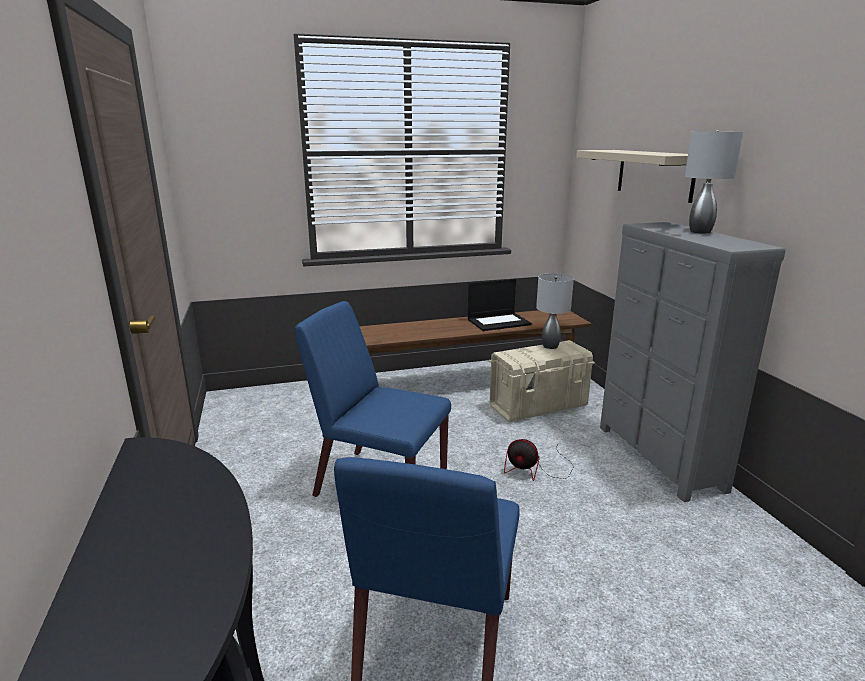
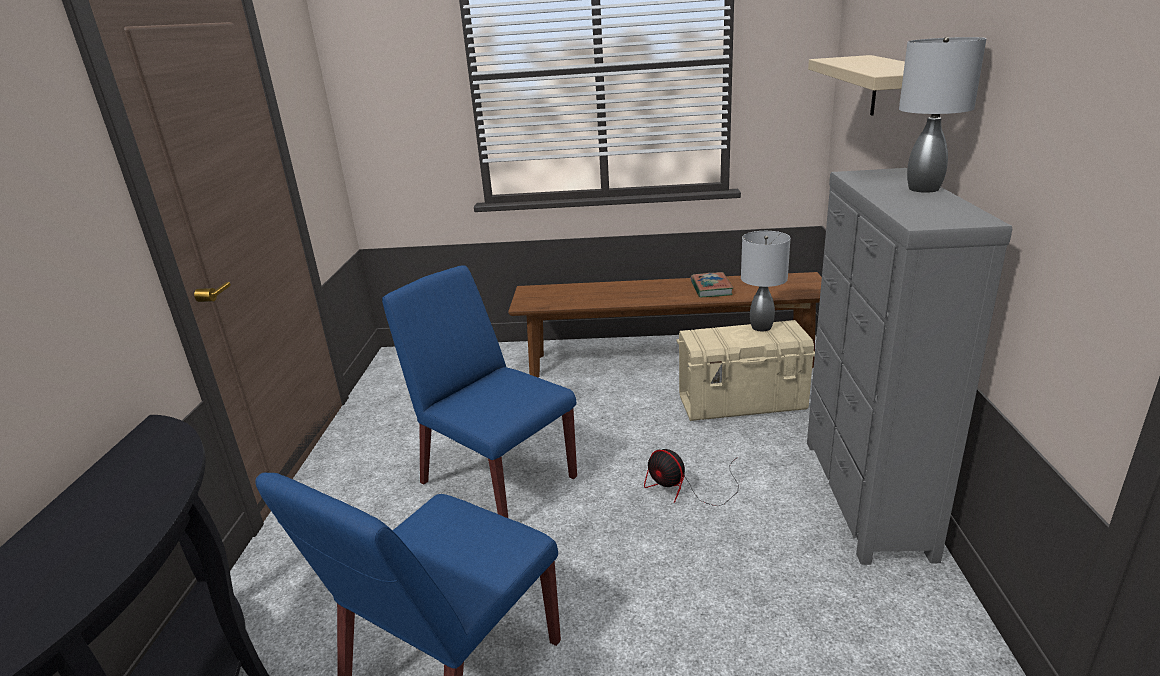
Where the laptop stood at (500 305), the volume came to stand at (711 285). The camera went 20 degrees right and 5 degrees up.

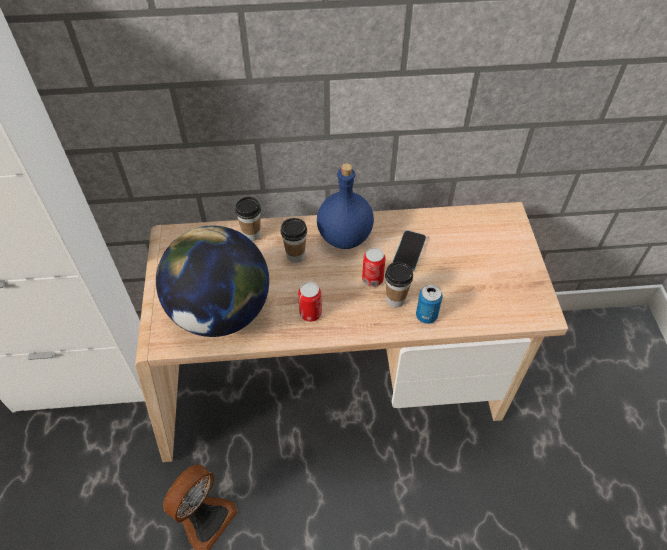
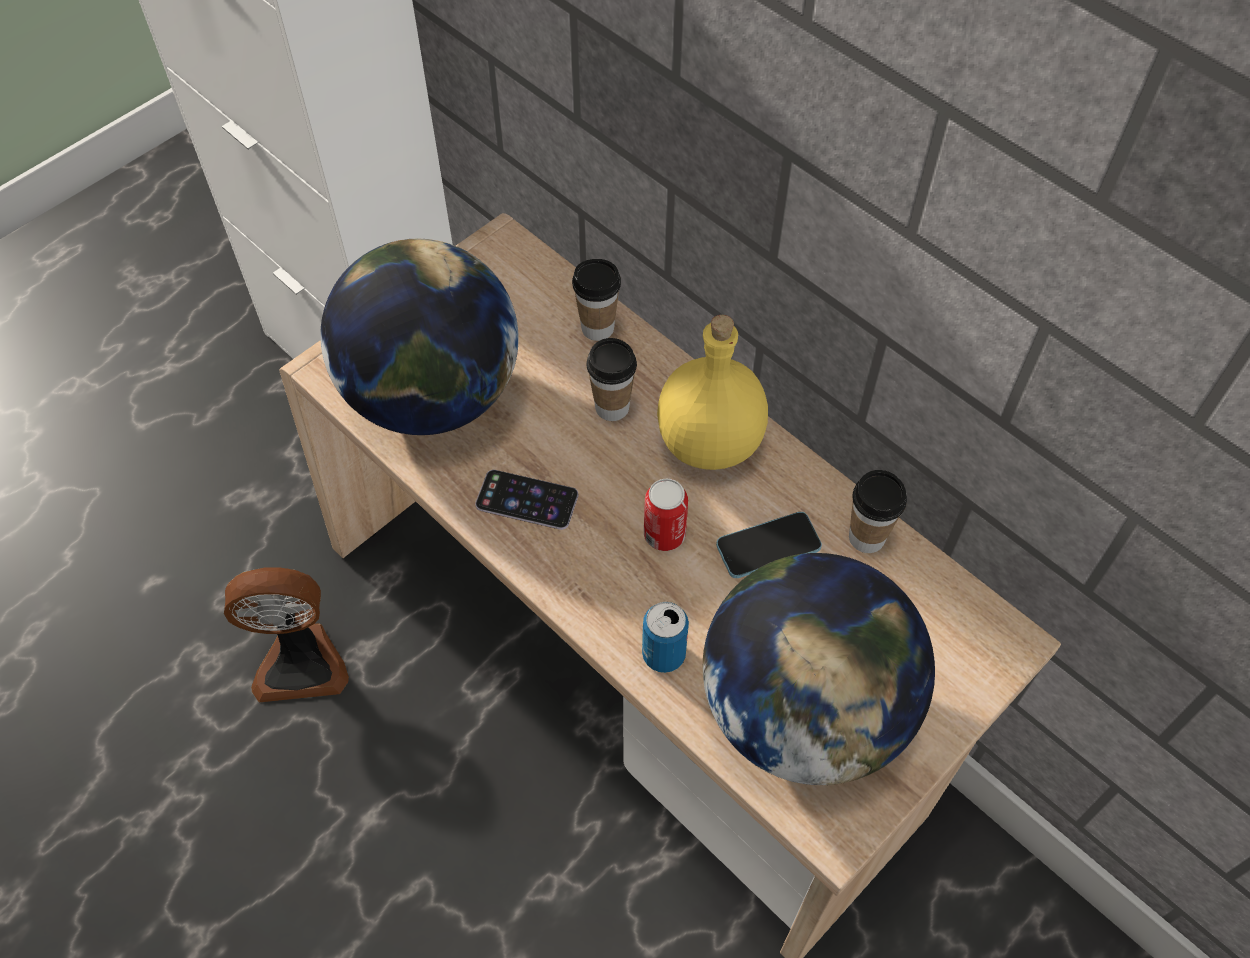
What was the blue_beverage_bottle at (345 206) turned into the yellowish_beverage_bottle at (712 392). The cup ended up elsewhere, having gone from (399 284) to (878 511). Where the can stood at (310 302), the telephone came to stand at (526 500). The second view gained the globe at (819 669). The camera went 50 degrees right and 5 degrees up.

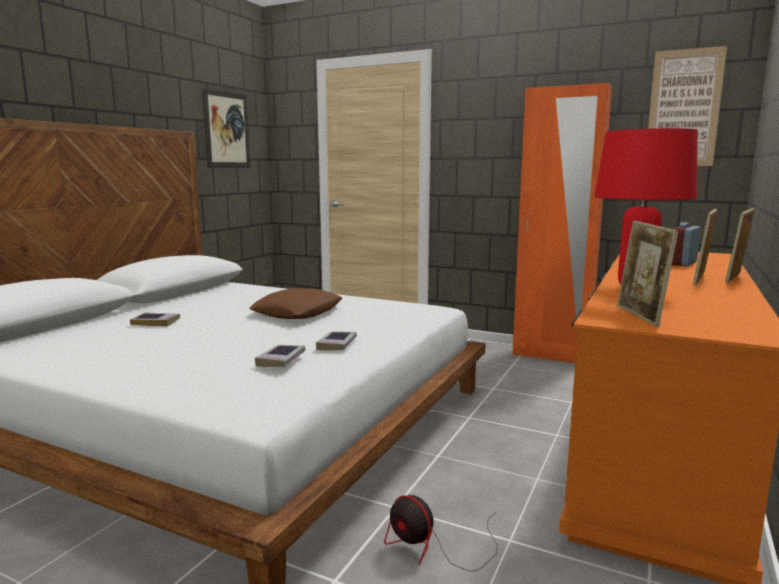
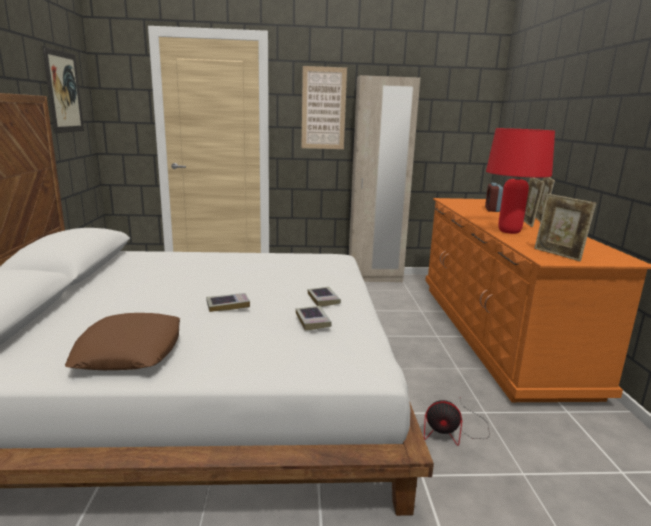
The picture ended up elsewhere, having gone from (687 106) to (324 107). What was the orange-coloured_armoire at (562 223) turned into the beige-coloured_armoire at (384 178). The brownish_throw_pillow ended up elsewhere, having gone from (295 303) to (122 341). The volume ended up elsewhere, having gone from (155 319) to (228 302). The camera went 30 degrees left and 5 degrees up.

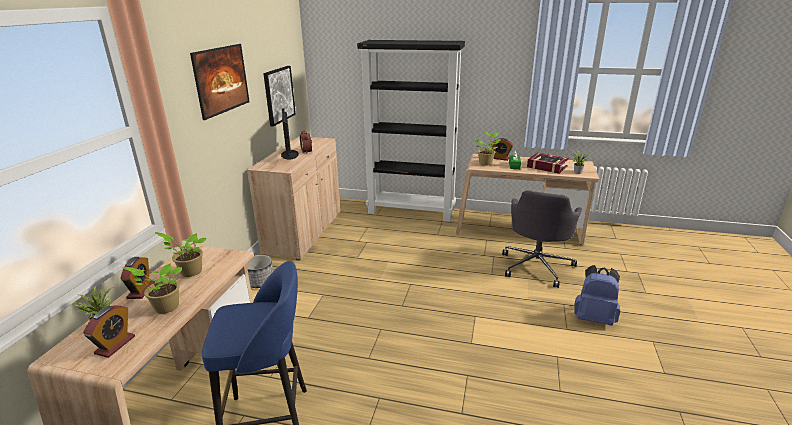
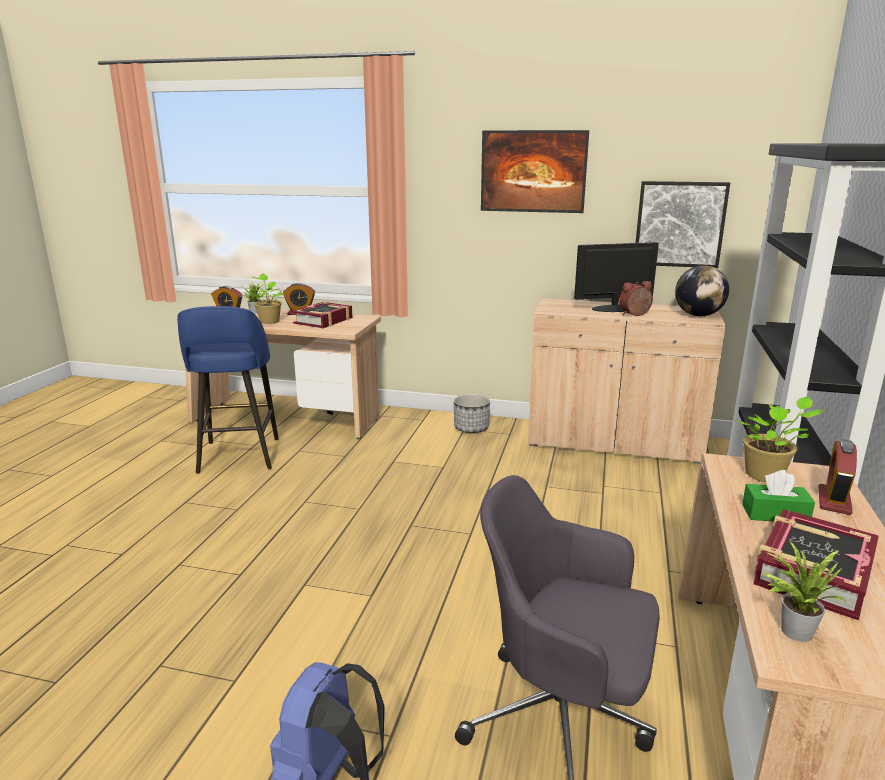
Where the plant_in_a_pot stood at (180 254), the volume came to stand at (322 315). The second view gained the globe at (702 290). The camera went 90 degrees right and 5 degrees down.

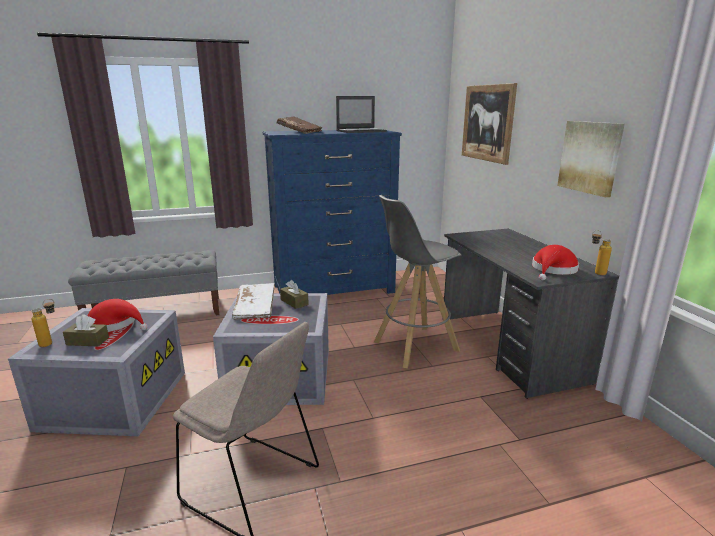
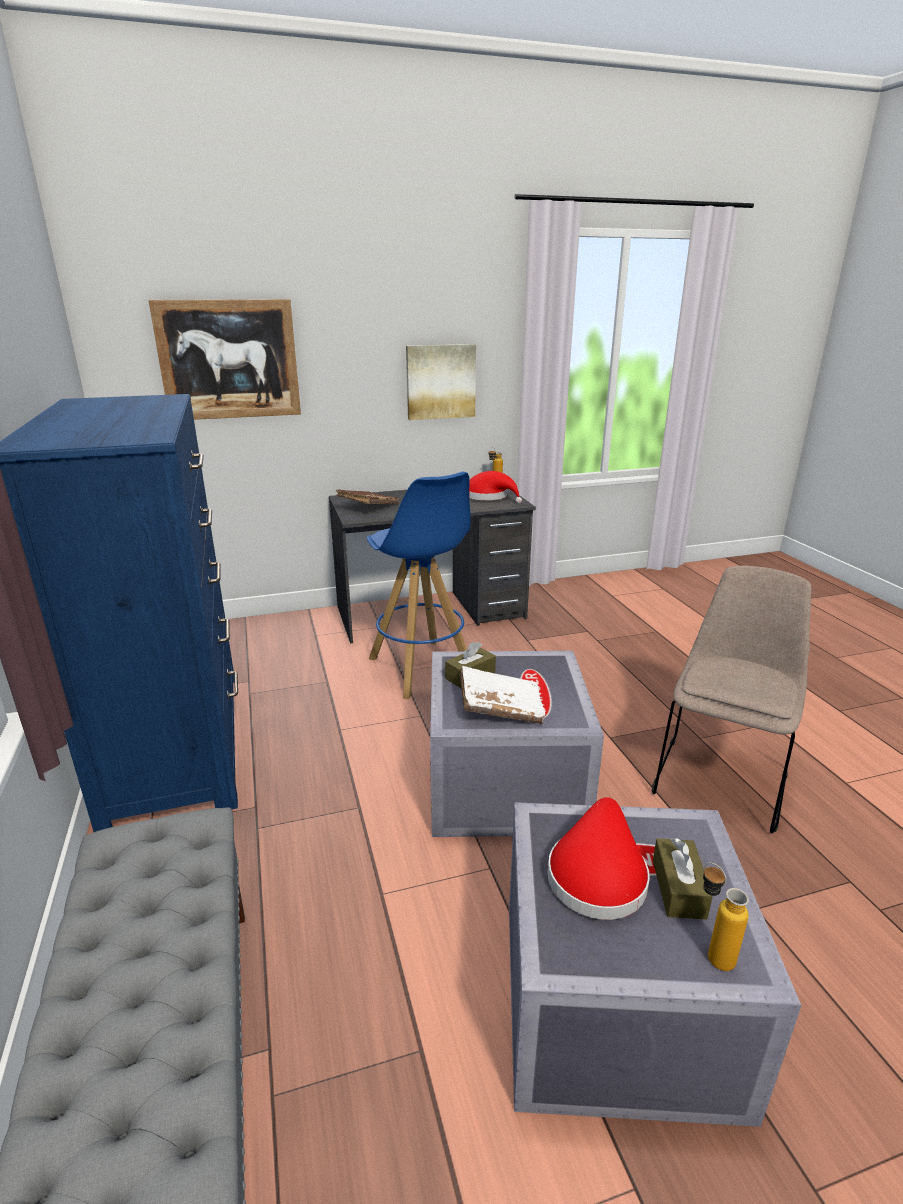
The second view lost the laptop at (361 114). The brownish_volume ended up elsewhere, having gone from (299 125) to (367 496). What was the greyish_stool_seat at (417 281) turned into the blue_stool_seat at (418 586). The camera went 90 degrees left and 5 degrees up.

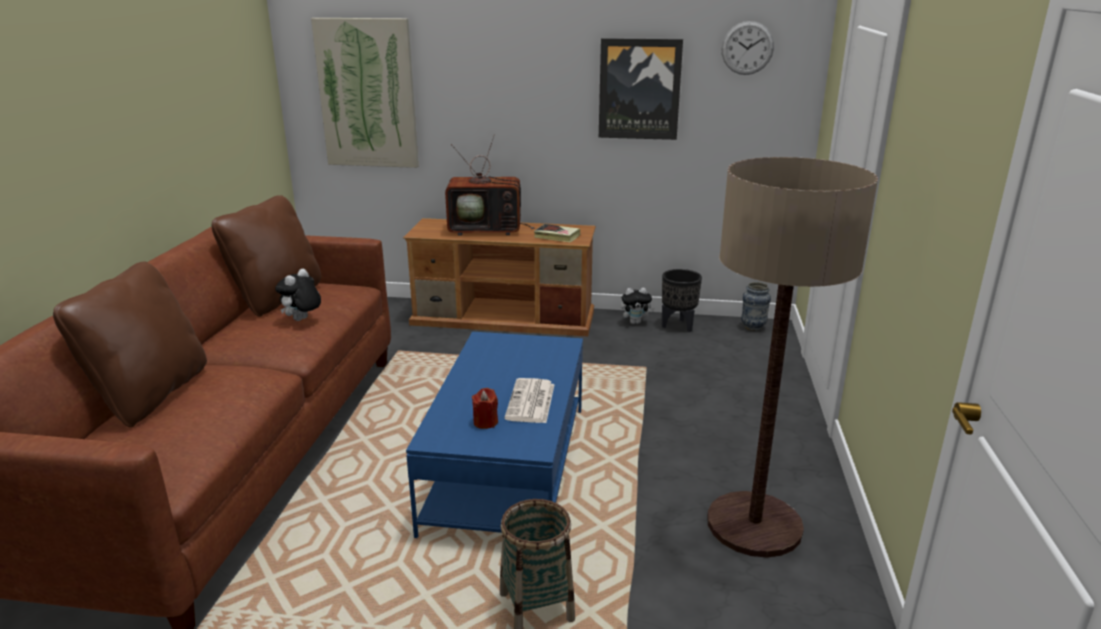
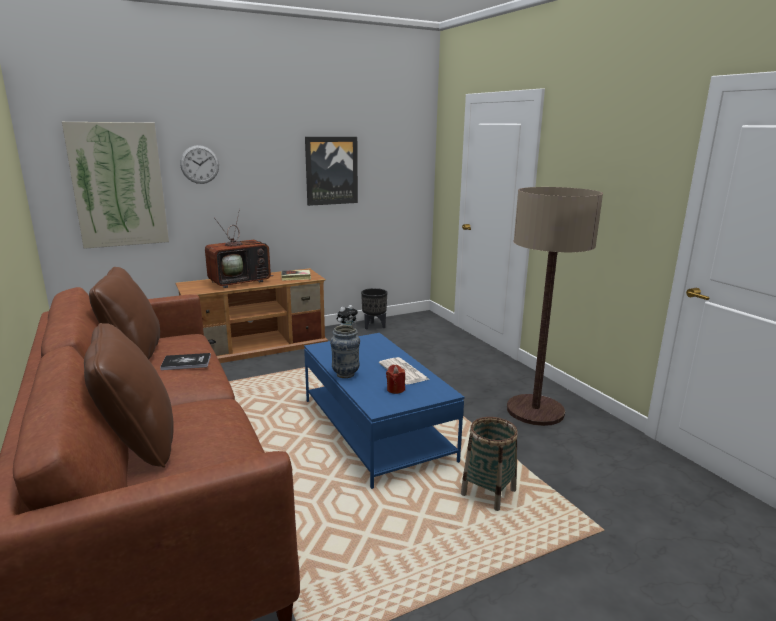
The clock_on_the_wall ended up elsewhere, having gone from (748 48) to (199 164). Where the soft_toy stood at (298 295), the volume came to stand at (185 361). The flower_vase ended up elsewhere, having gone from (756 306) to (345 351). The camera went 35 degrees left and 5 degrees down.

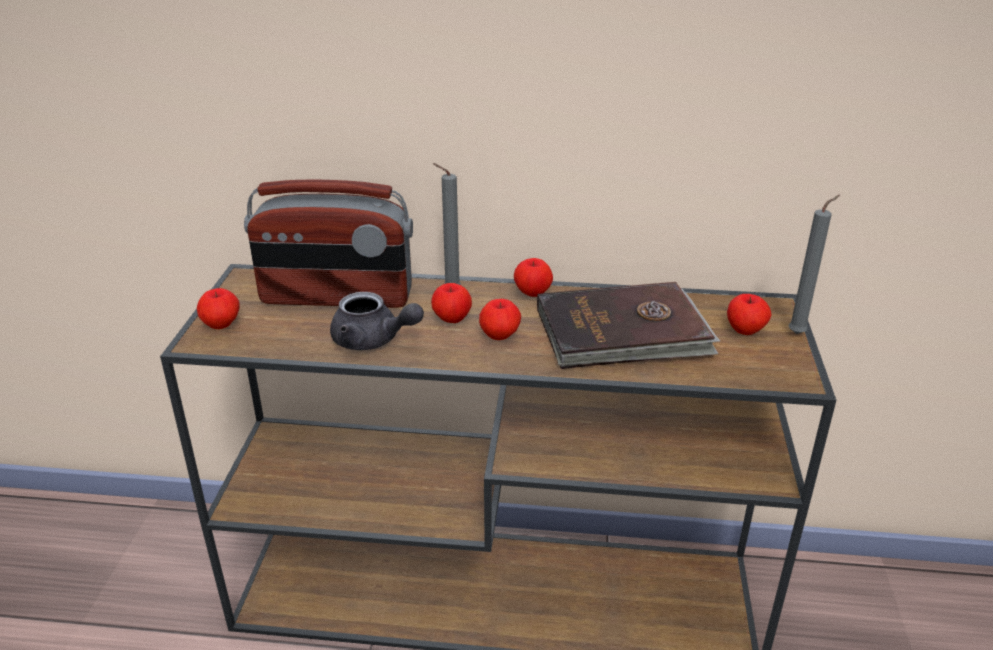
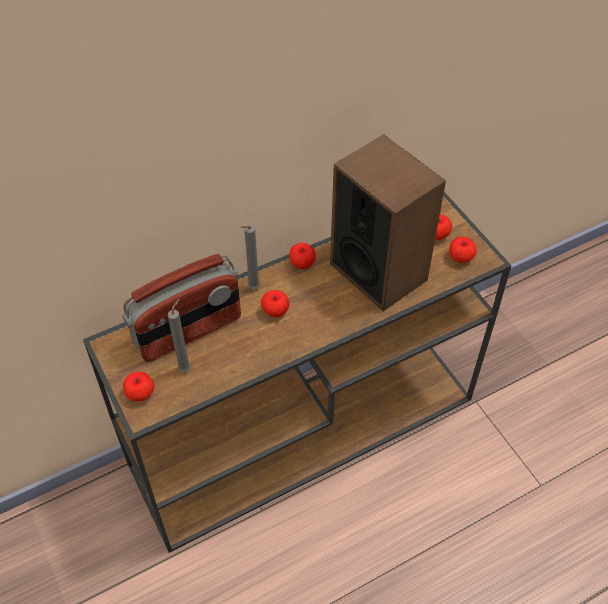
The greyish_wax_light ended up elsewhere, having gone from (814 264) to (179 335). Where the brownish_volume stood at (628 325), the speaker came to stand at (388 222). The second view lost the greyish_tea_pot at (377 321). The whole_apple ended up elsewhere, having gone from (500 319) to (463 250). The camera went 35 degrees left and 20 degrees up.

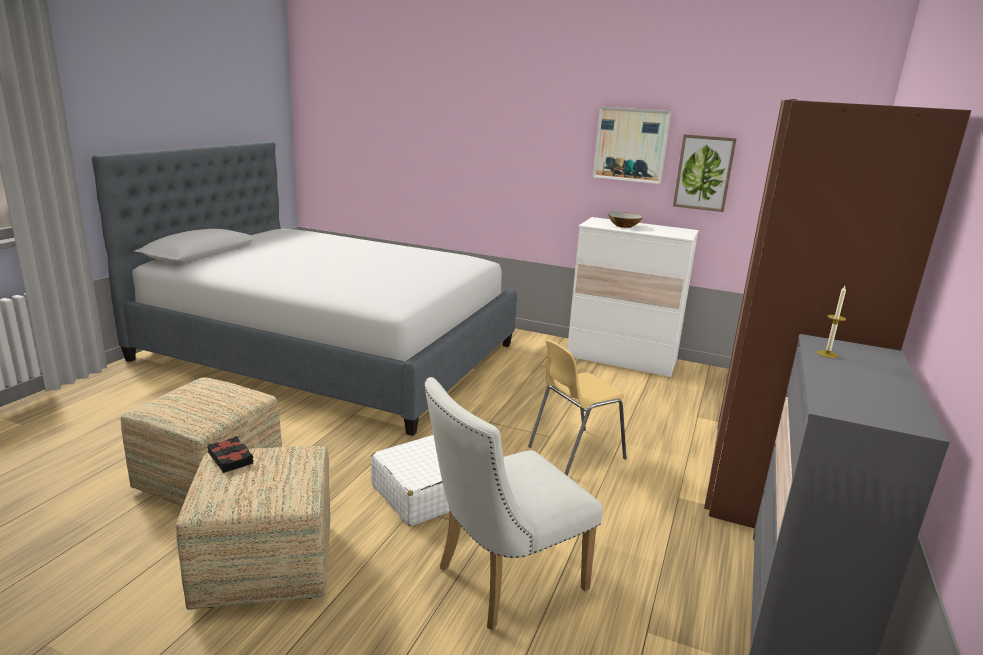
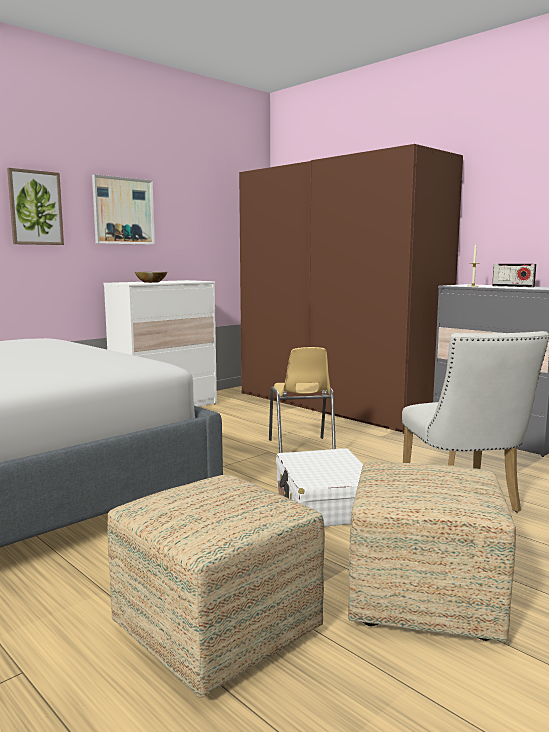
The picture ended up elsewhere, having gone from (705 173) to (35 206). The second view lost the blackish_volume at (230 454). The second view gained the radio_receiver at (514 275). The camera went 65 degrees left and 10 degrees down.

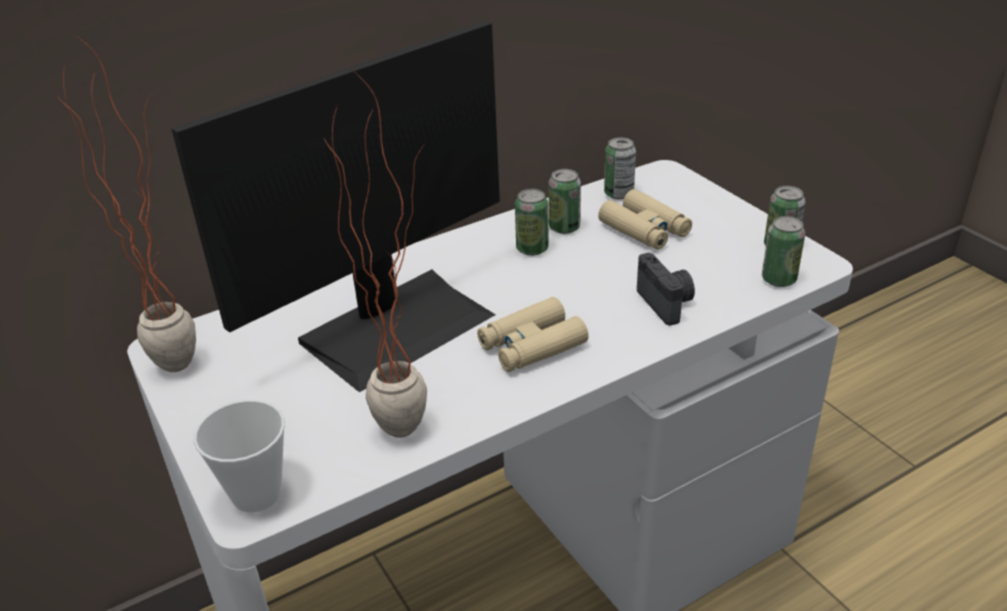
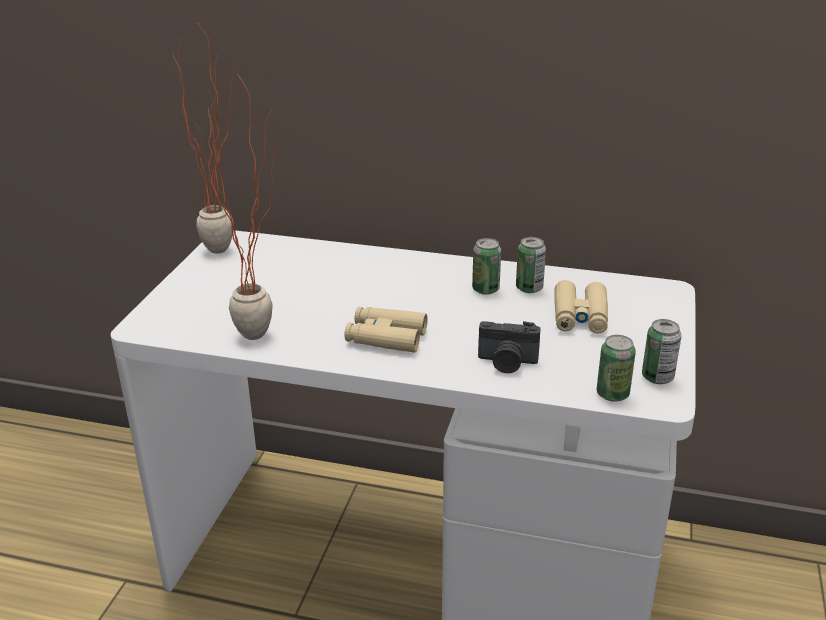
The second view lost the computer_display at (335 206). The second view lost the can at (620 168). The still_camera at (666 289) ended up facing another way, 75 degrees clockwise from before. The second view lost the cup at (239 456). The camera went 45 degrees right and 5 degrees down.

